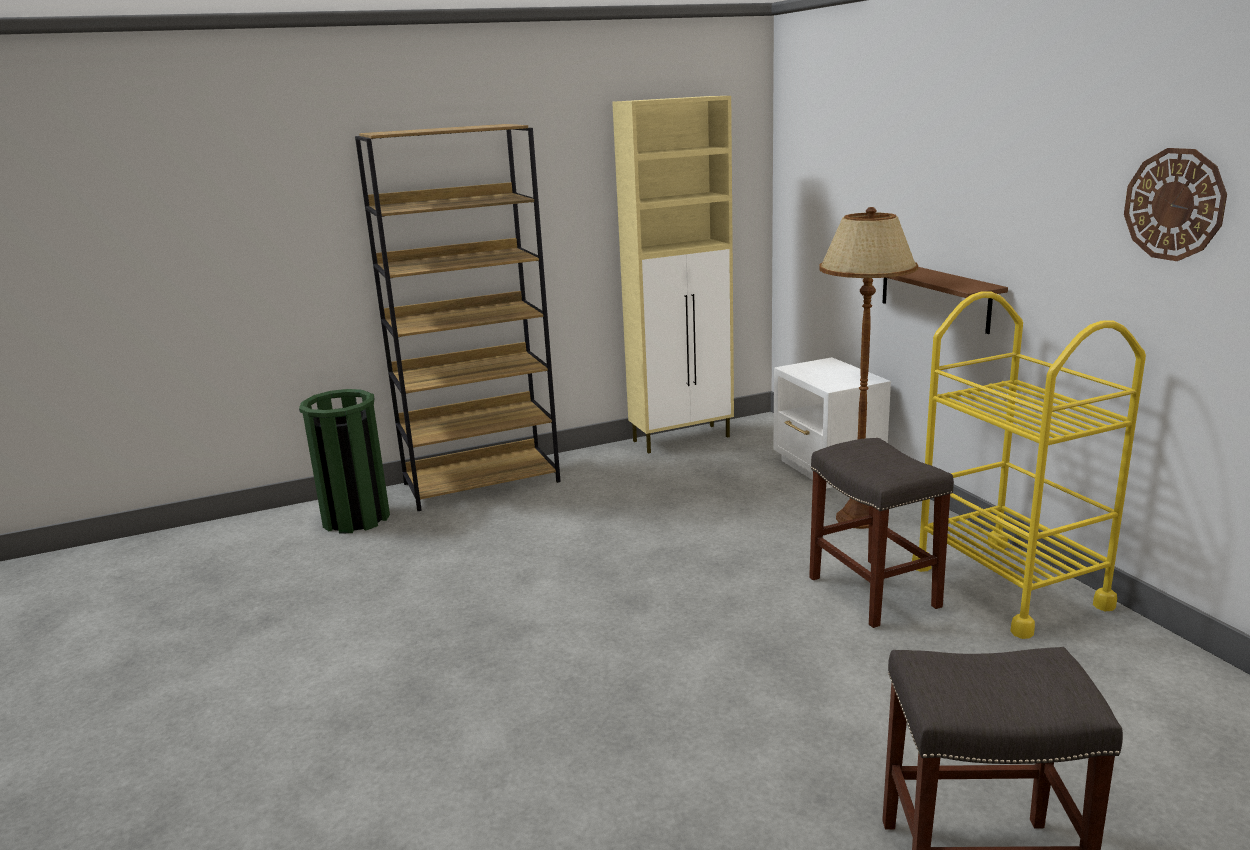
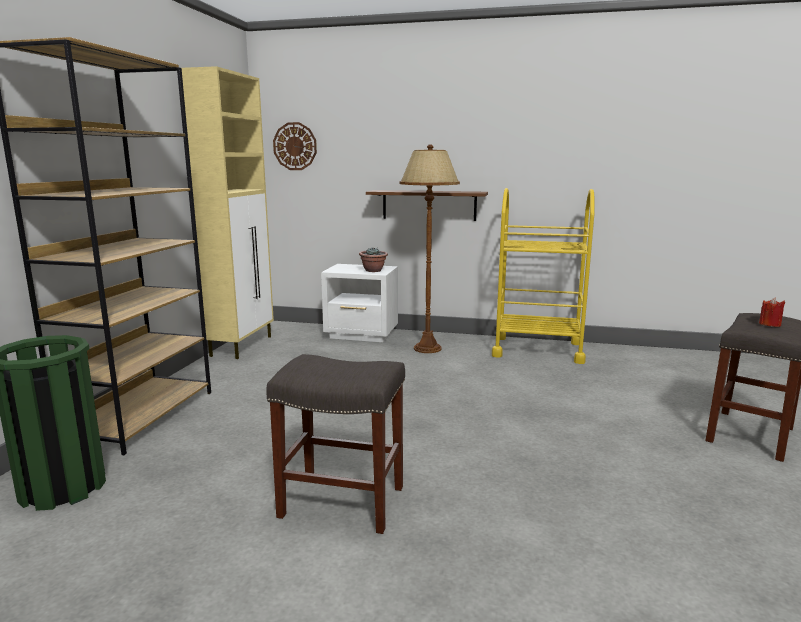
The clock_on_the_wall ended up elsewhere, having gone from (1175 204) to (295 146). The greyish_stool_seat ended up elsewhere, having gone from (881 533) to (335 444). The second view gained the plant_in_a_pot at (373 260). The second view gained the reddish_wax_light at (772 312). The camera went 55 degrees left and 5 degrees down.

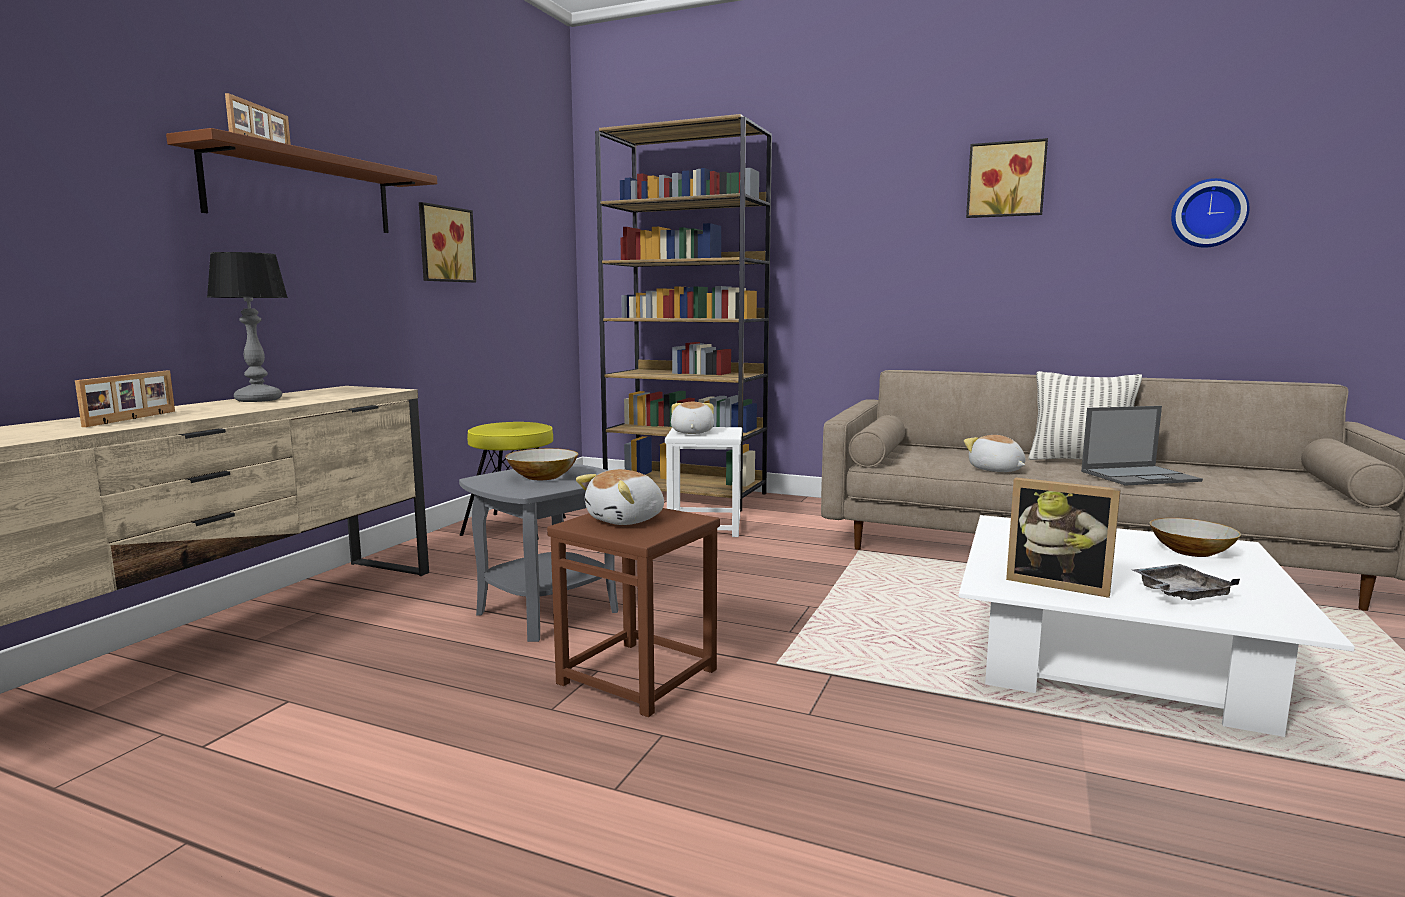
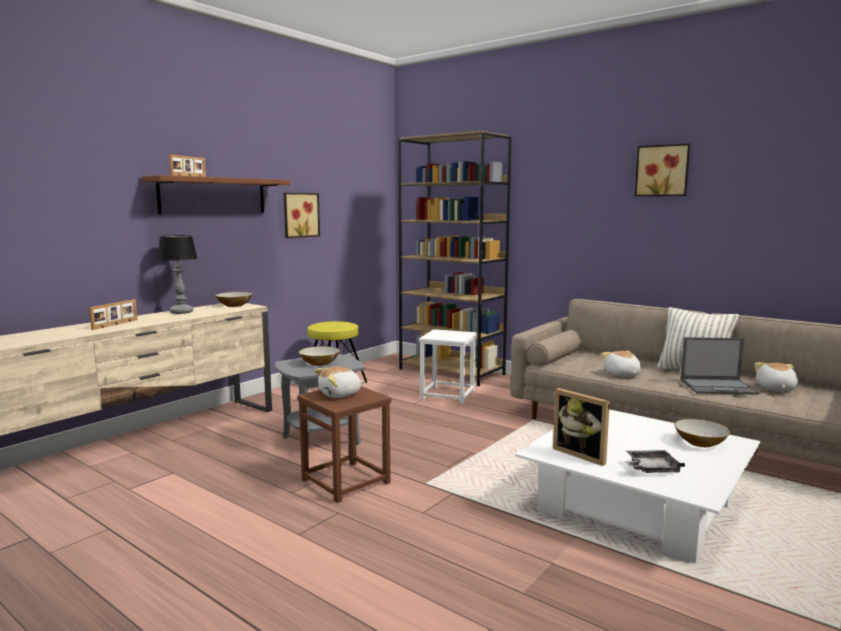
The second view lost the clock_on_the_wall at (1210 213). The soft_toy ended up elsewhere, having gone from (692 418) to (776 376). The second view gained the bowl at (233 299). The camera went 15 degrees right and 0 degrees up.

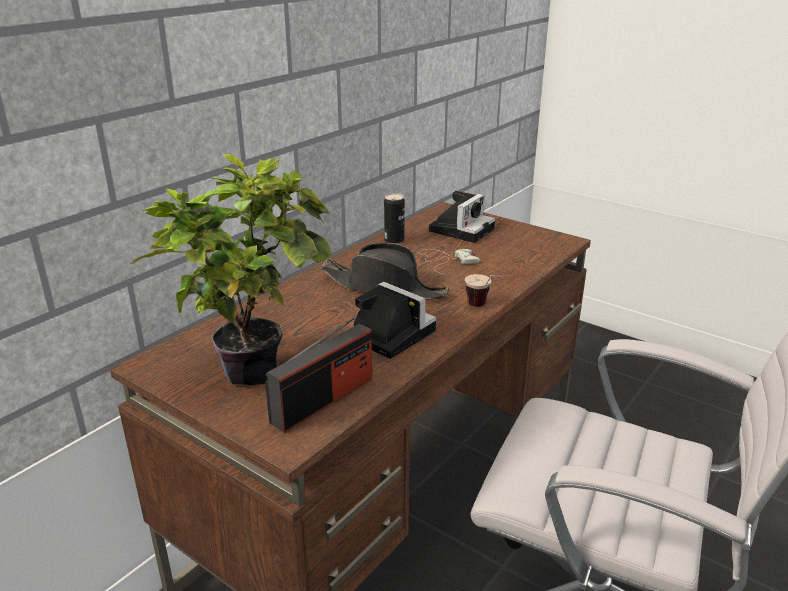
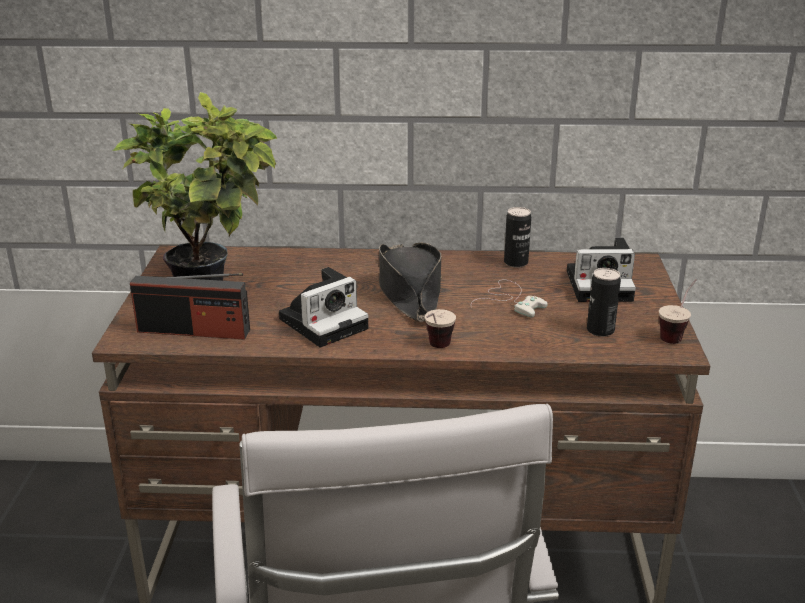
The still_camera at (394 320) ended up facing another way, 45 degrees clockwise from before. The second view gained the can at (604 302). The second view gained the cup at (678 311). The camera went 55 degrees right and 0 degrees up.

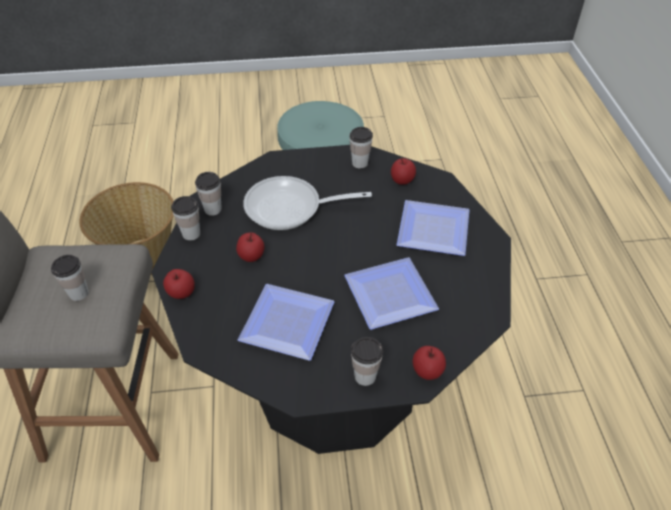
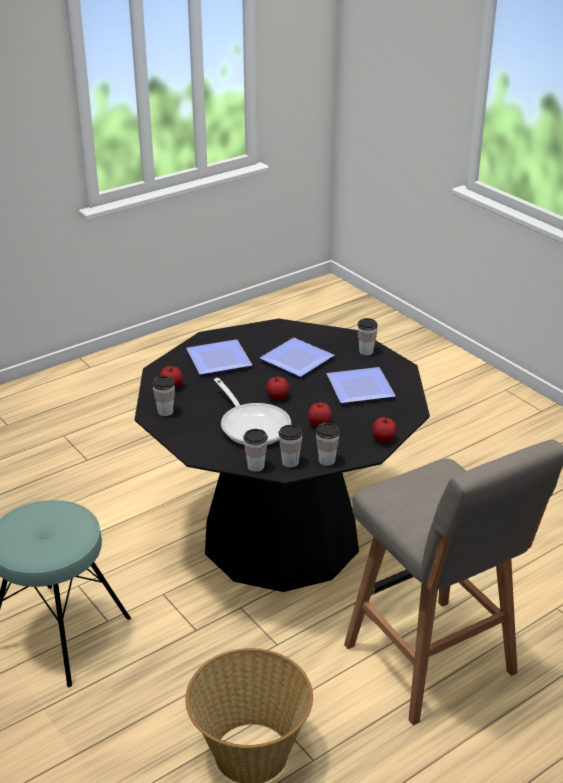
The cup ended up elsewhere, having gone from (70 278) to (255 450). The whole_apple ended up elsewhere, having gone from (429 363) to (277 389). The camera went 120 degrees left and 15 degrees down.

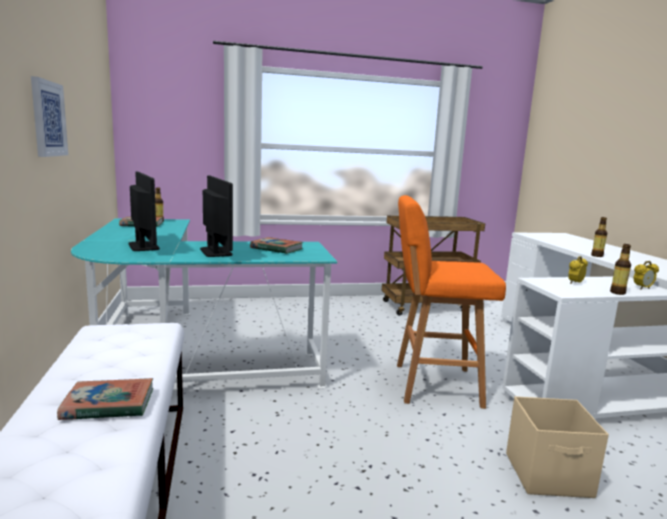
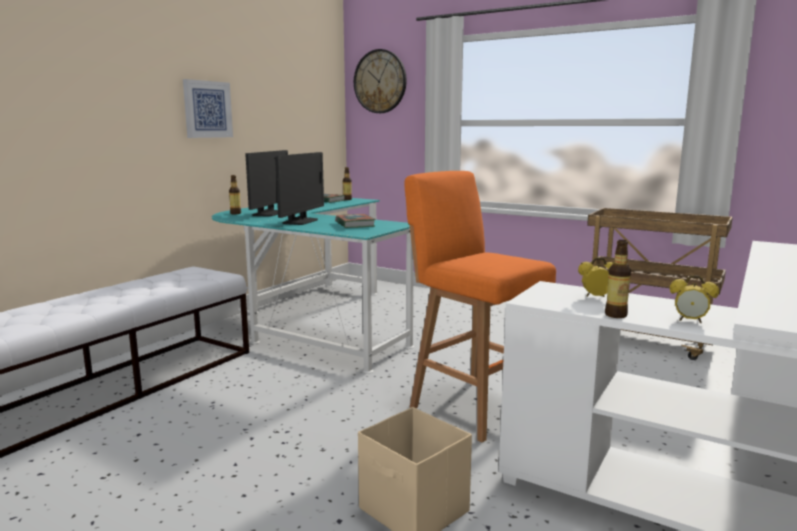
The beverage_bottle ended up elsewhere, having gone from (599 237) to (235 194). The second view lost the volume at (105 399). The second view gained the clock_on_the_wall at (380 81). The camera went 45 degrees right and 0 degrees up.

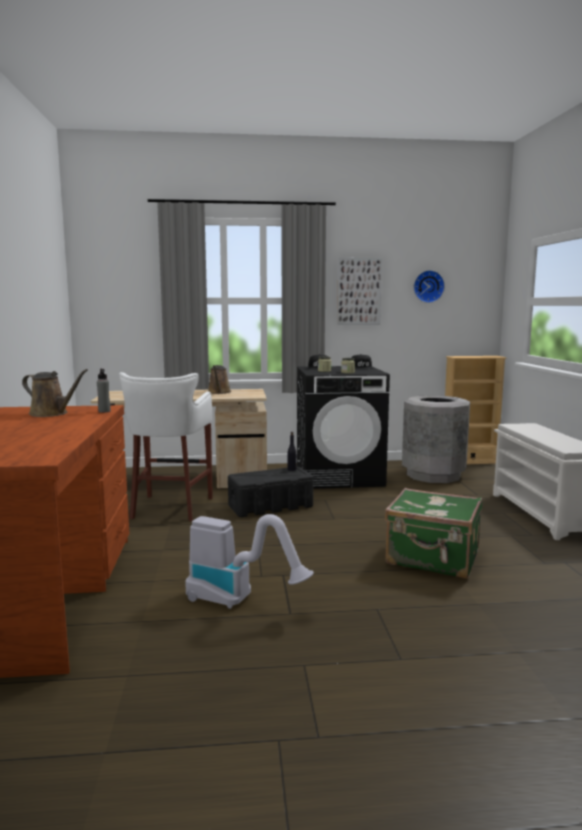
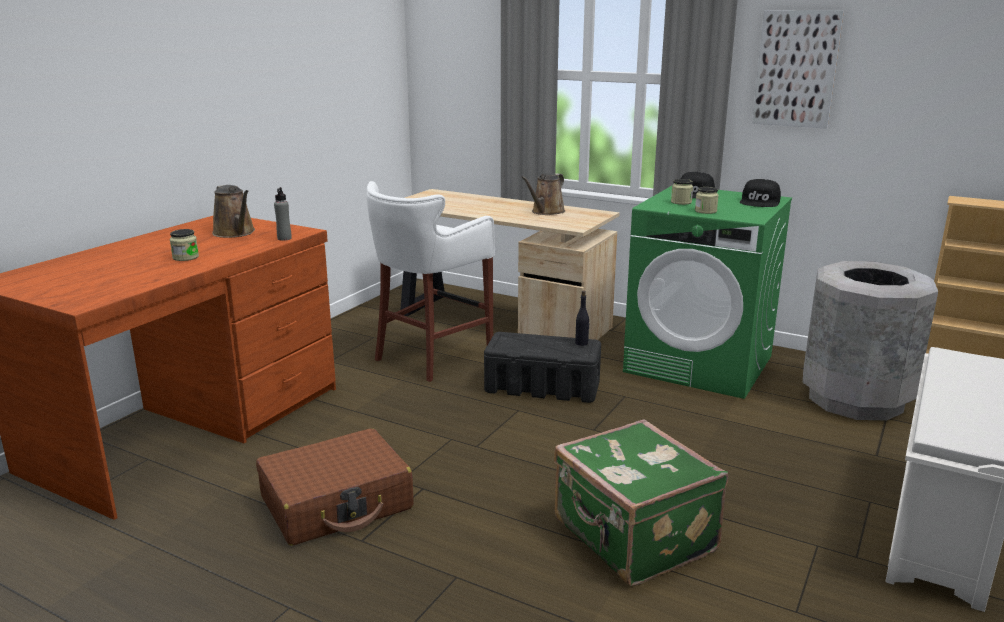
The second view lost the clock_on_the_wall at (429 286). What was the blackish_washing_machine at (343 427) turned into the green_washing_machine at (707 292). Where the vacuum stood at (249 561), the brownish_piece_of_luggage came to stand at (335 487). The second view gained the preserve_jar at (184 245). The camera went 35 degrees right and 10 degrees up.

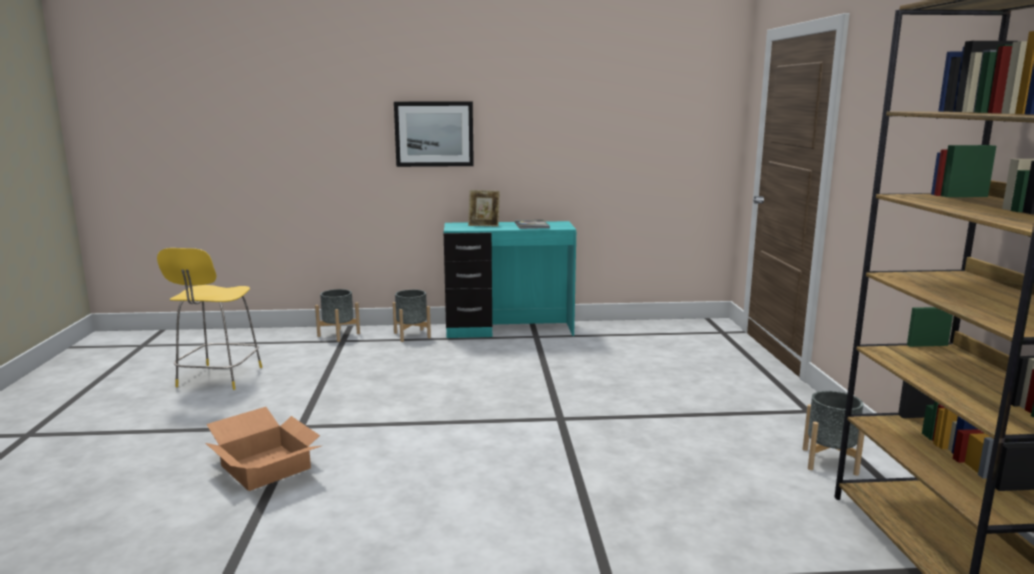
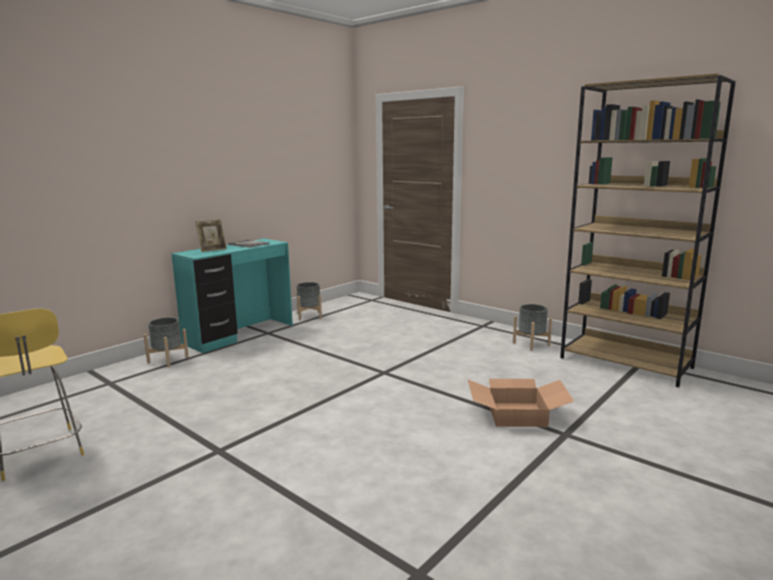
The second view lost the picture at (434 134). The greyish_plant_pot ended up elsewhere, having gone from (337 315) to (309 301). The packing_box ended up elsewhere, having gone from (263 449) to (521 403). The camera went 45 degrees left and 0 degrees up.

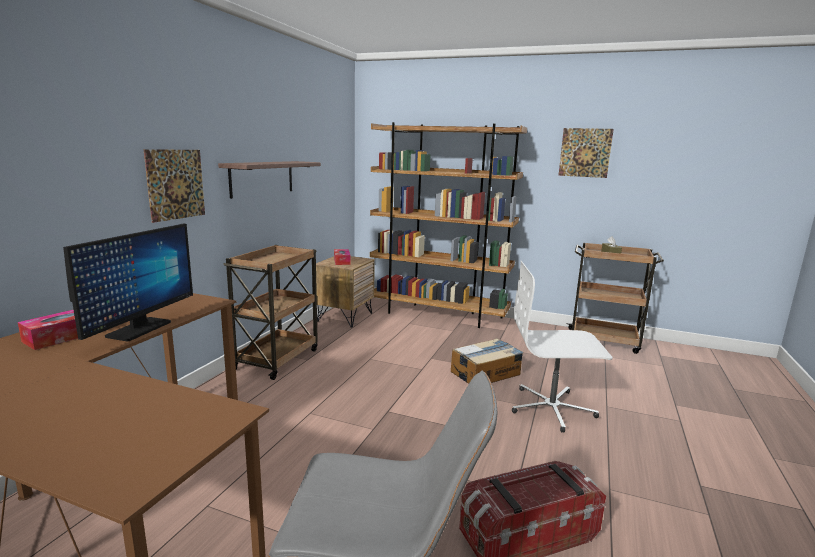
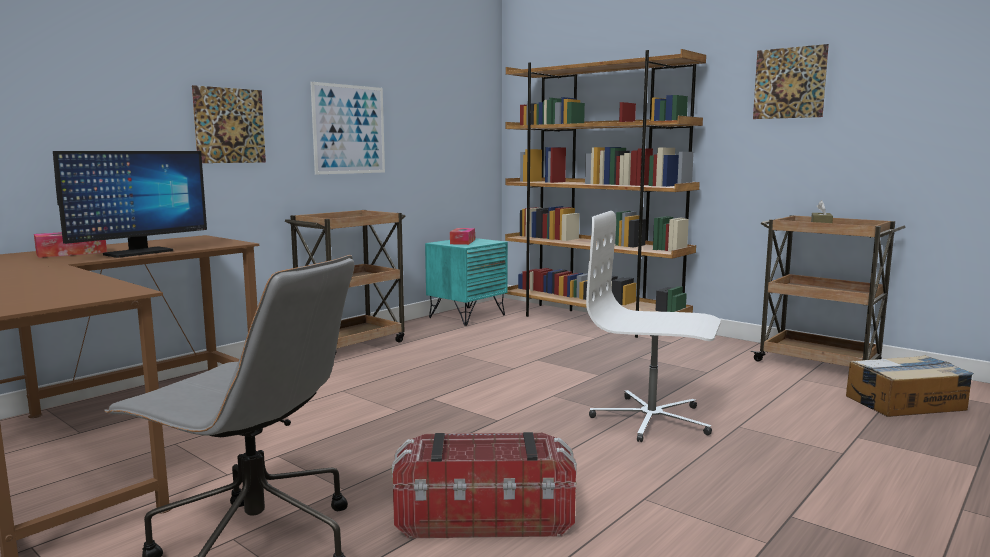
Where the shelf hung at (269 180), the picture came to hang at (348 128). What was the brownish_nightstand at (345 292) turned into the turquoise-coloured_nightstand at (466 282). The packing_box ended up elsewhere, having gone from (487 361) to (910 386). The camera went 20 degrees right and 5 degrees down.

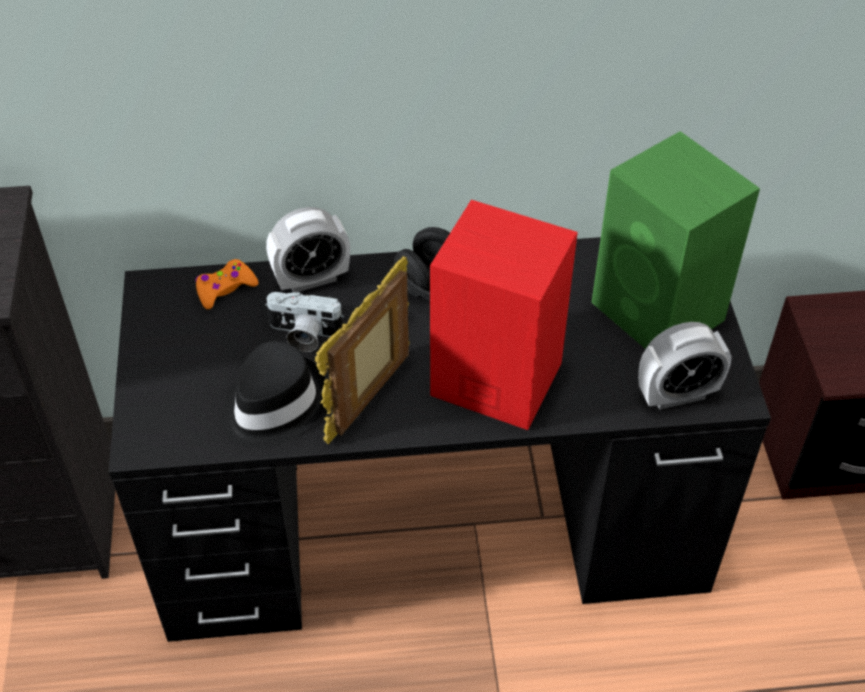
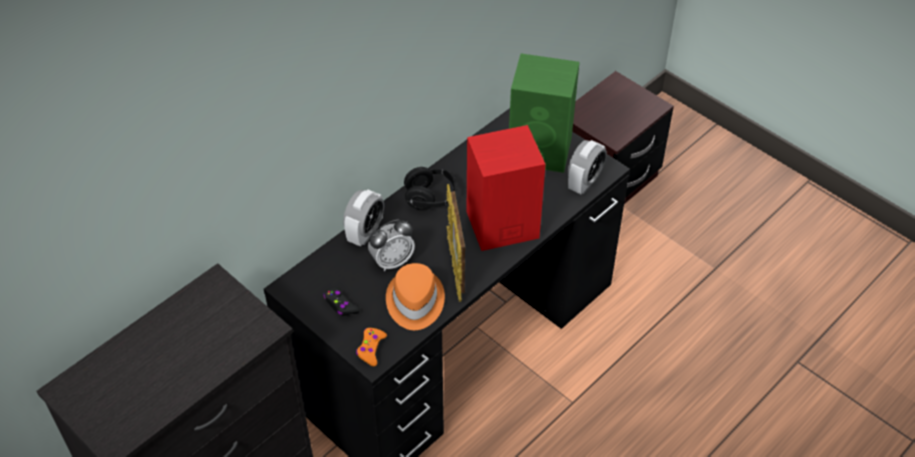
The orange-coloured_joypad ended up elsewhere, having gone from (226 284) to (371 347). Where the still_camera stood at (304 322), the bedside_clock came to stand at (391 245). What was the blackish_wearable_hat at (273 394) turned into the orange-coloured_wearable_hat at (415 296). The second view gained the blackish_joypad at (341 301). The camera went 40 degrees left and 0 degrees up.

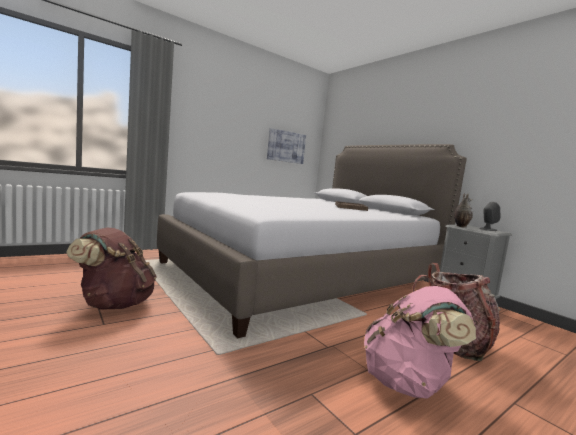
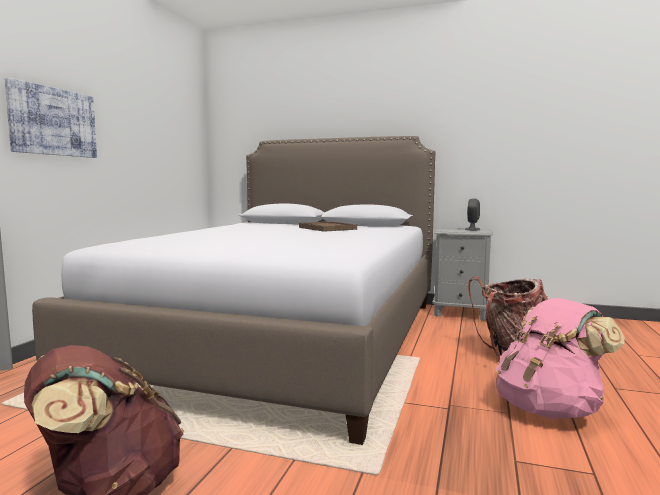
The picture ended up elsewhere, having gone from (286 146) to (51 117). The second view lost the flower_vase at (463 210). The camera went 35 degrees left and 0 degrees up.

